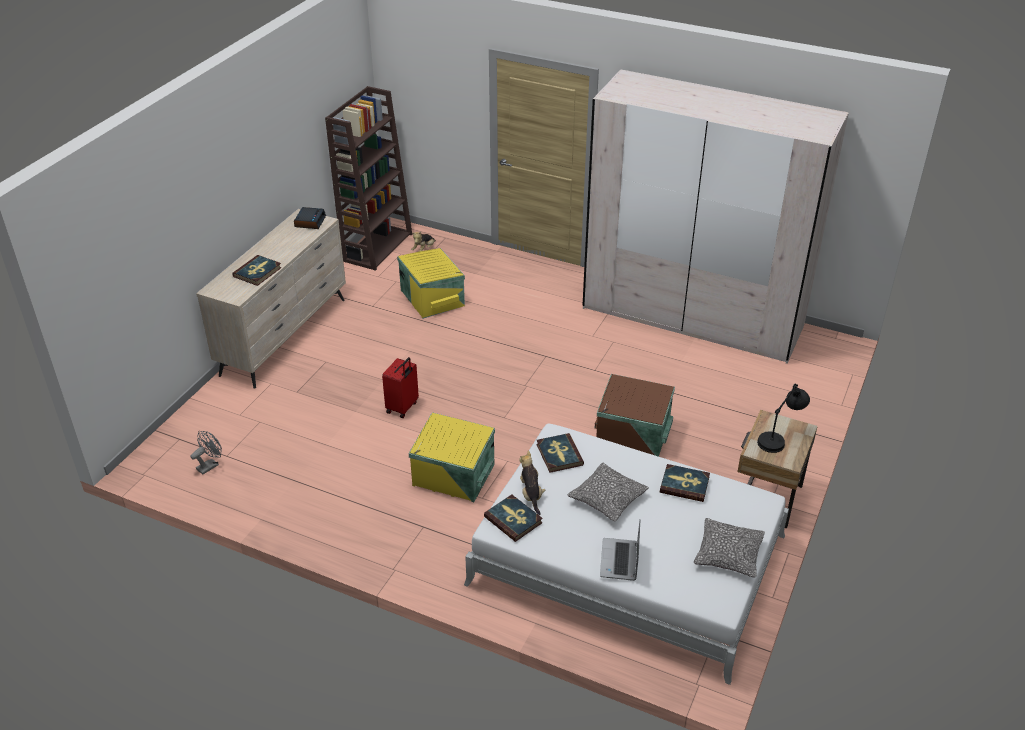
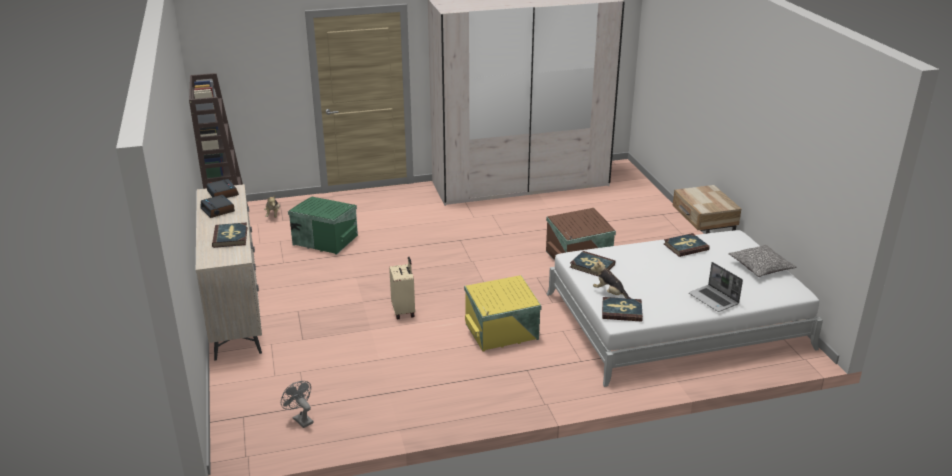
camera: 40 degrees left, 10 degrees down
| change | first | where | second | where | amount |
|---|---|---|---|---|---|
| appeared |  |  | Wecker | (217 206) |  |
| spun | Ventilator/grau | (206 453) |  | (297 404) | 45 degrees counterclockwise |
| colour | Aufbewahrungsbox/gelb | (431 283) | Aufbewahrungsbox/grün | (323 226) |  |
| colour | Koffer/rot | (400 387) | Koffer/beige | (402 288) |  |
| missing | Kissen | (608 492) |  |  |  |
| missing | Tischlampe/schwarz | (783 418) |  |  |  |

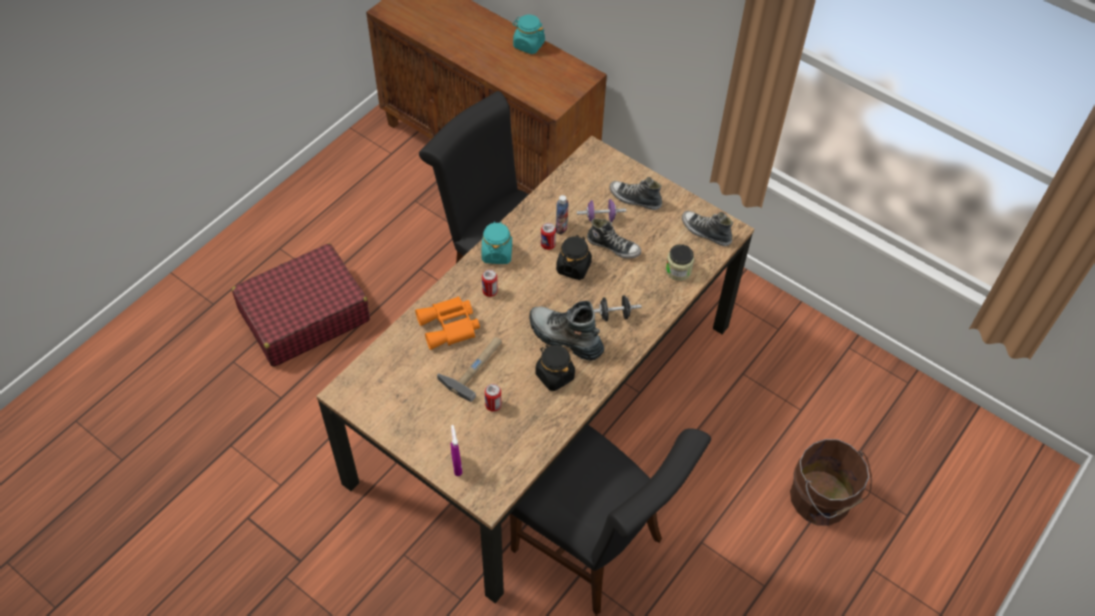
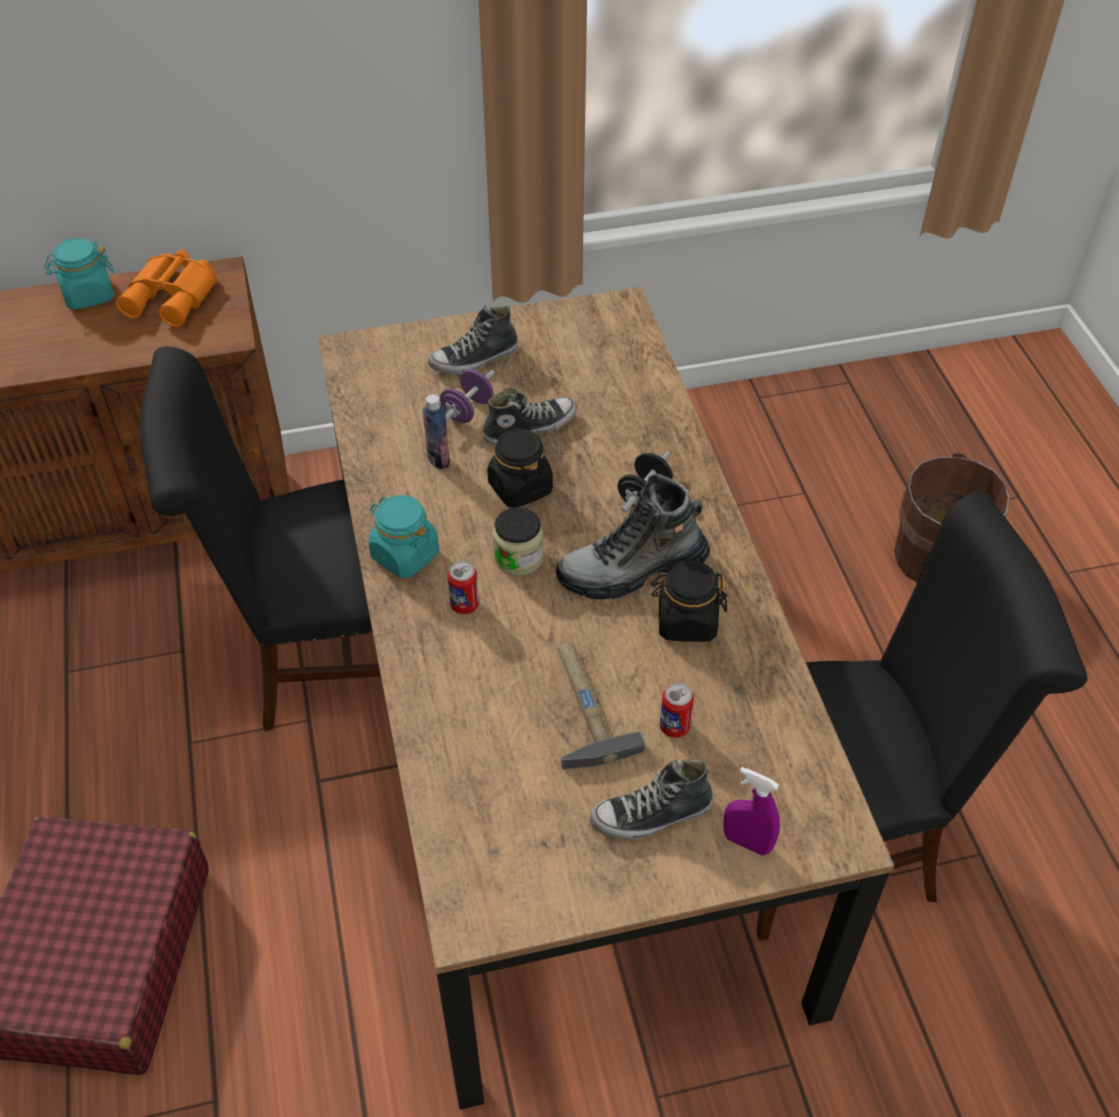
camera: 50 degrees left, 5 degrees down
| change | first | where | second | where | amount |
|---|---|---|---|---|---|
| relocated | Fernglas/orange | (447 323) |  | (167 288) |  |
| relocated | Vorratsglas | (680 262) |  | (518 541) |  |
| relocated | Schuh | (707 228) |  | (651 800) |  |
| missing | Dose | (548 236) |  |  |  |

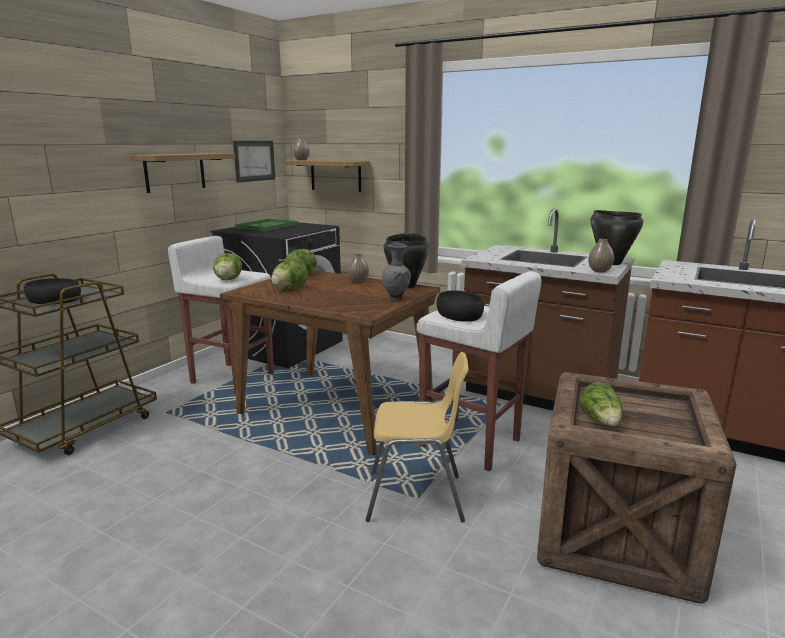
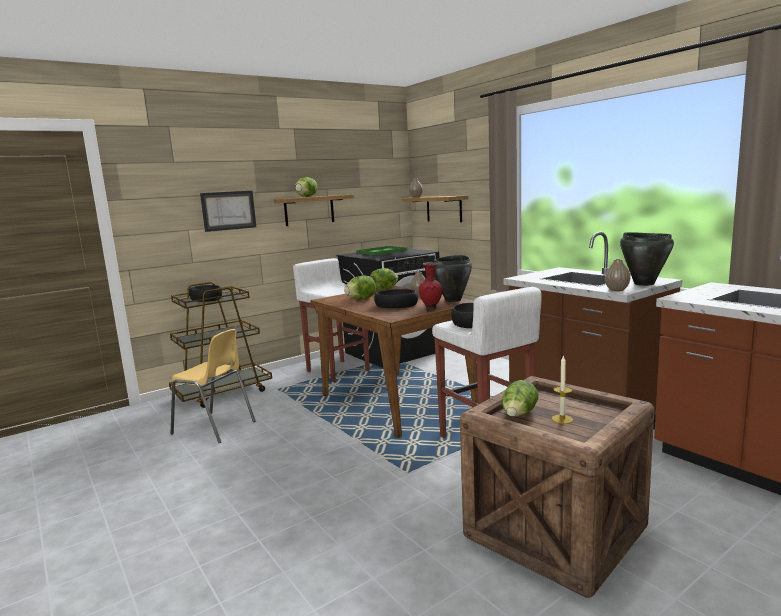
camera: 25 degrees right, 5 degrees down
| change | first | where | second | where | amount |
|---|---|---|---|---|---|
| relocated | Stuhl/gelb | (417 437) |  | (213 386) |  |
| relocated | Bild | (254 162) |  | (228 211) |  |
| relocated | Salatkopf | (227 266) |  | (306 187) |  |
| appeared |  |  | Schüssel/schwarz | (396 298) |  |
| colour | Vase/grau | (396 271) | Vase/rot | (431 285) |  |
| appeared |  |  | Kerze | (562 389) |  |

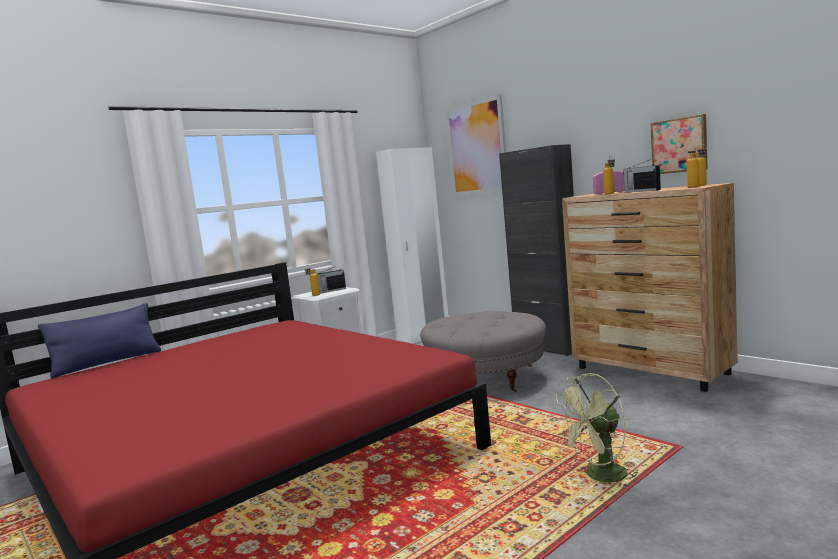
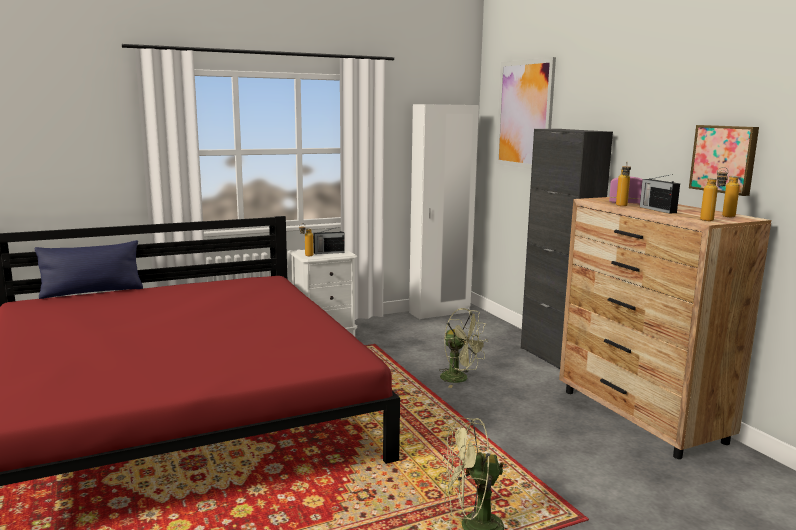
camera: 15 degrees right, 5 degrees up
| change | first | where | second | where | amount |
|---|---|---|---|---|---|
| exchanged | Polsterhocker/grau | (483 351) | Ventilator/grün | (463 348) |  |

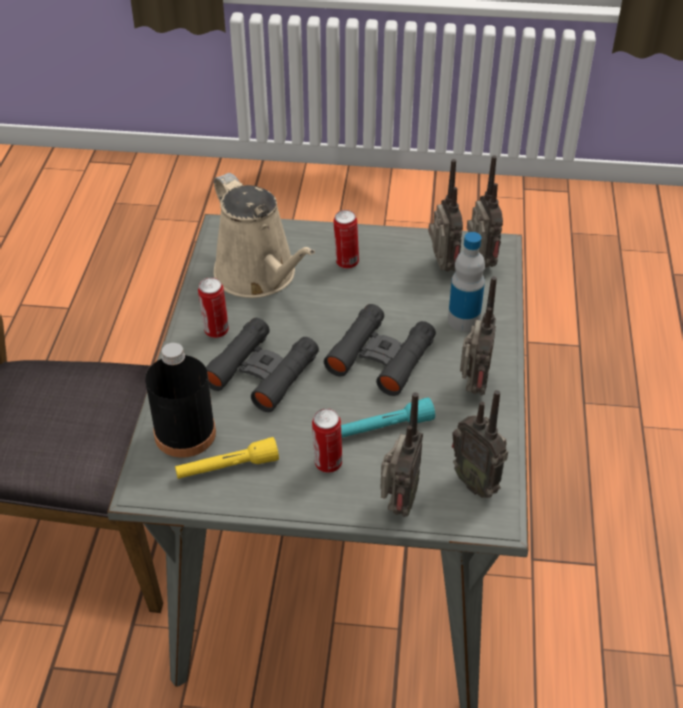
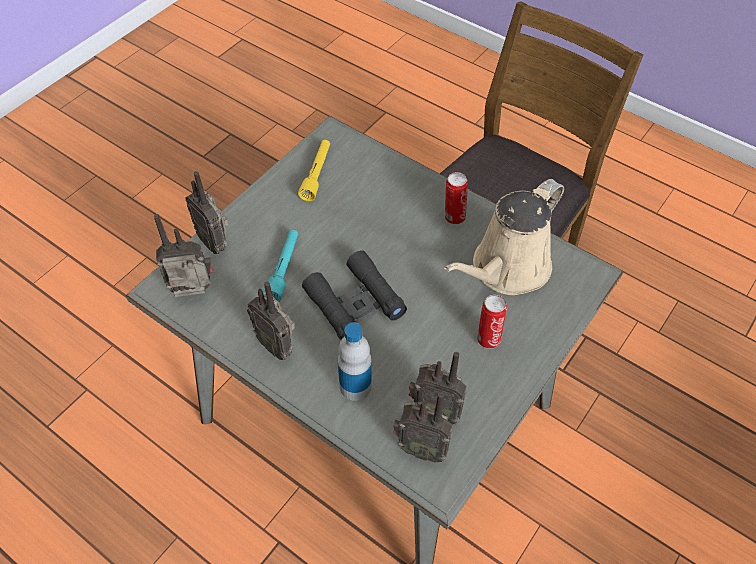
camera: 120 degrees right, 10 degrees up
| change | first | where | second | where | amount |
|---|---|---|---|---|---|
| spun | Gießkanne/beige | (264 235) |  | (504 237) | 45 degrees counterclockwise |
| missing | Flasche/schwarz | (180 400) |  |  |  |
| missing | Fernglas/schwarz | (262 365) |  |  |  |
| missing | Dose | (327 441) |  |  |  |

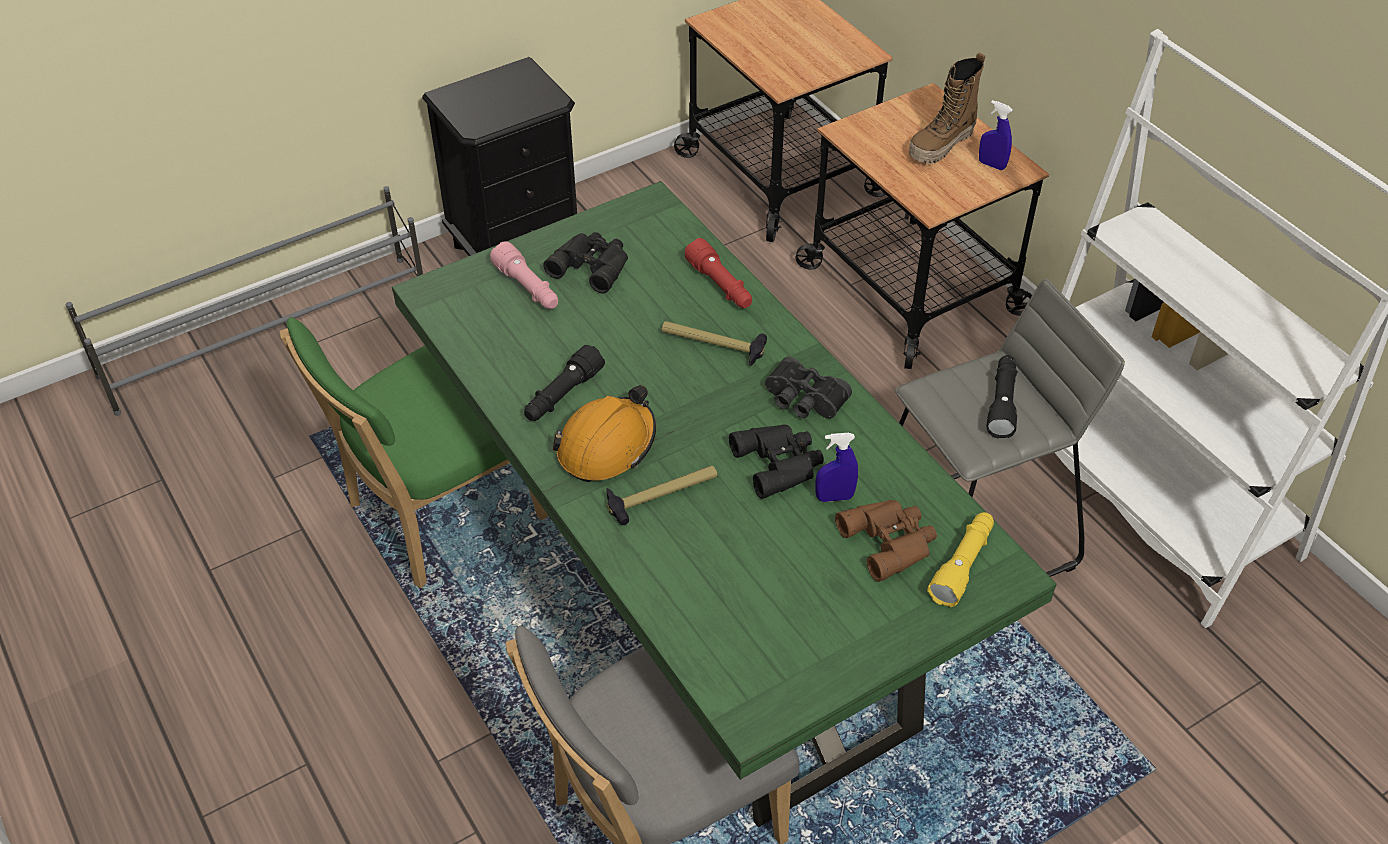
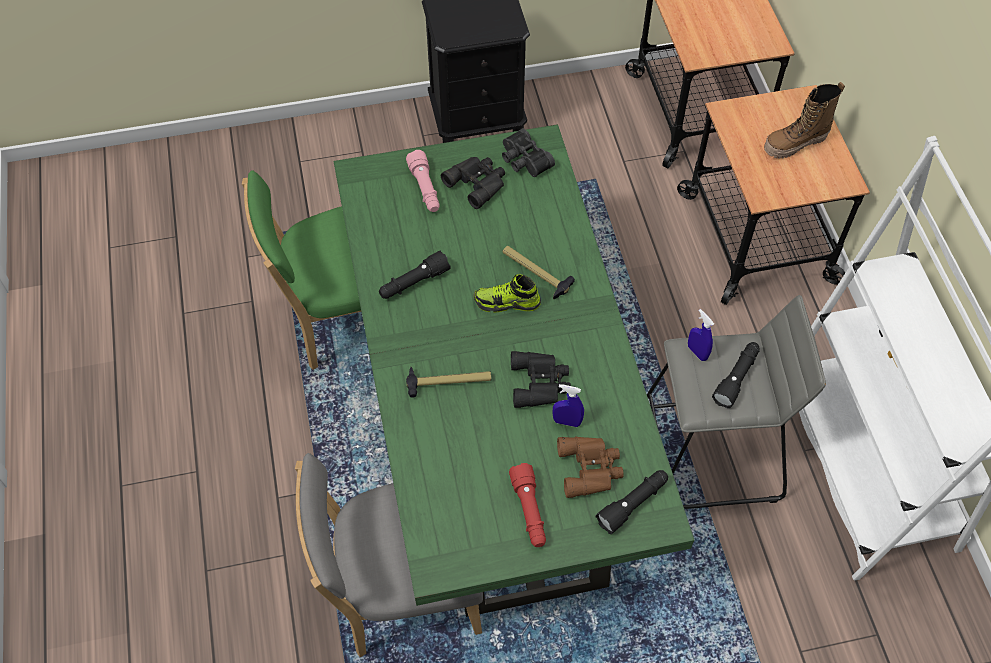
camera: 20 degrees right, 10 degrees up
| change | first | where | second | where | amount |
|---|---|---|---|---|---|
| appeared |  |  | Schuh | (507 293) |  |
| relocated | Fernglas/schwarz | (808 388) |  | (528 152) |  |
| relocated | Taschenlampe/rot | (718 273) |  | (527 505) |  |
| colour | Taschenlampe/gelb | (960 559) | Taschenlampe/schwarz | (632 502) |  |
| relocated | Sprühflasche/blau | (996 135) |  | (701 335) |  |
| missing | Schuhregal/grau | (244 301) |  |  |  |
| missing | Schutzhelm/orange | (604 433) |  |  |  |

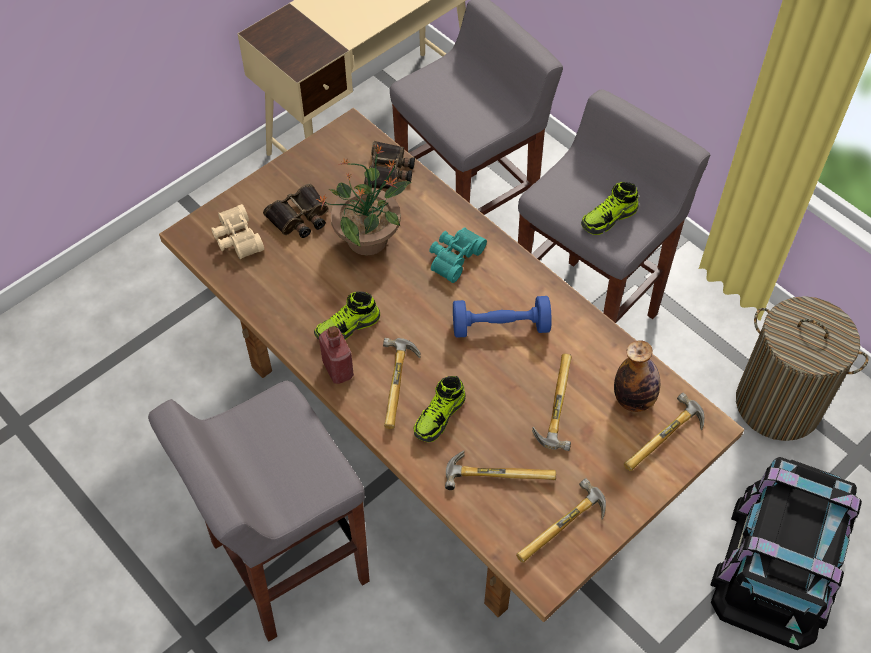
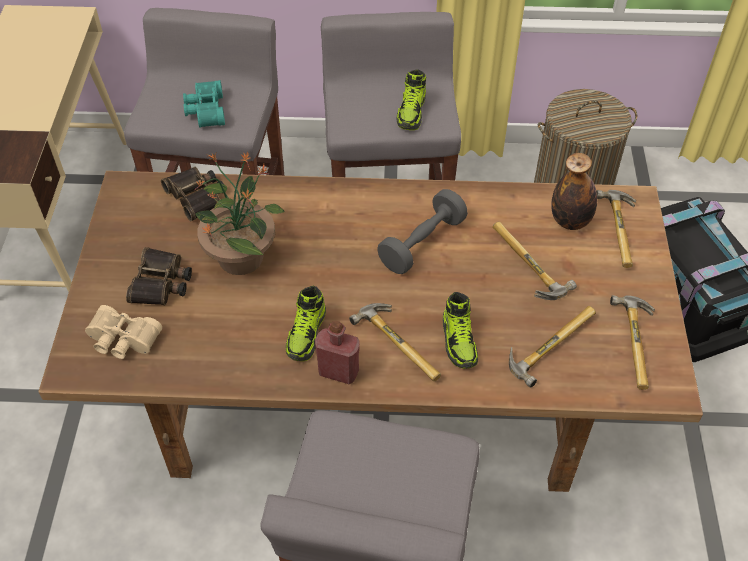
camera: 45 degrees left, 5 degrees down
| change | first | where | second | where | amount |
|---|---|---|---|---|---|
| relocated | Fernglas/türkis | (458 255) |  | (204 104) |  |
| colour | Hantel/blau | (502 317) | Hantel/grau | (422 231) |  |

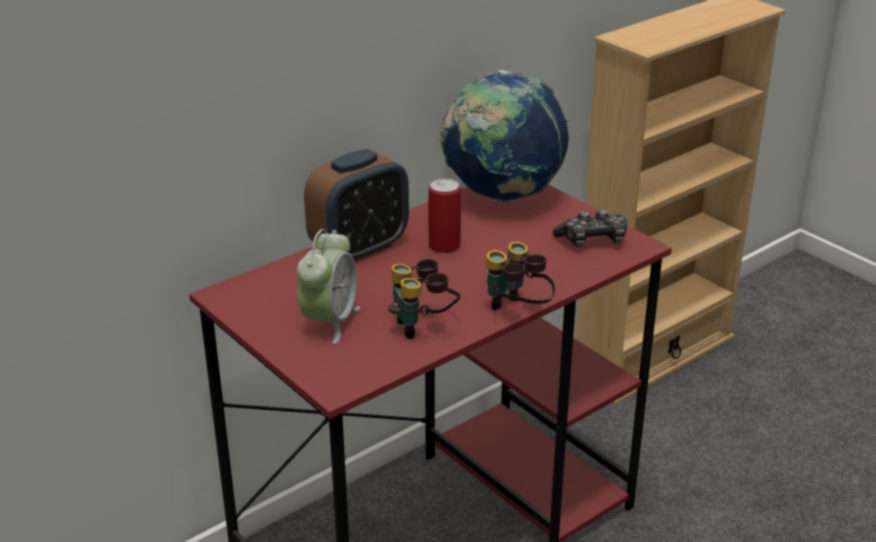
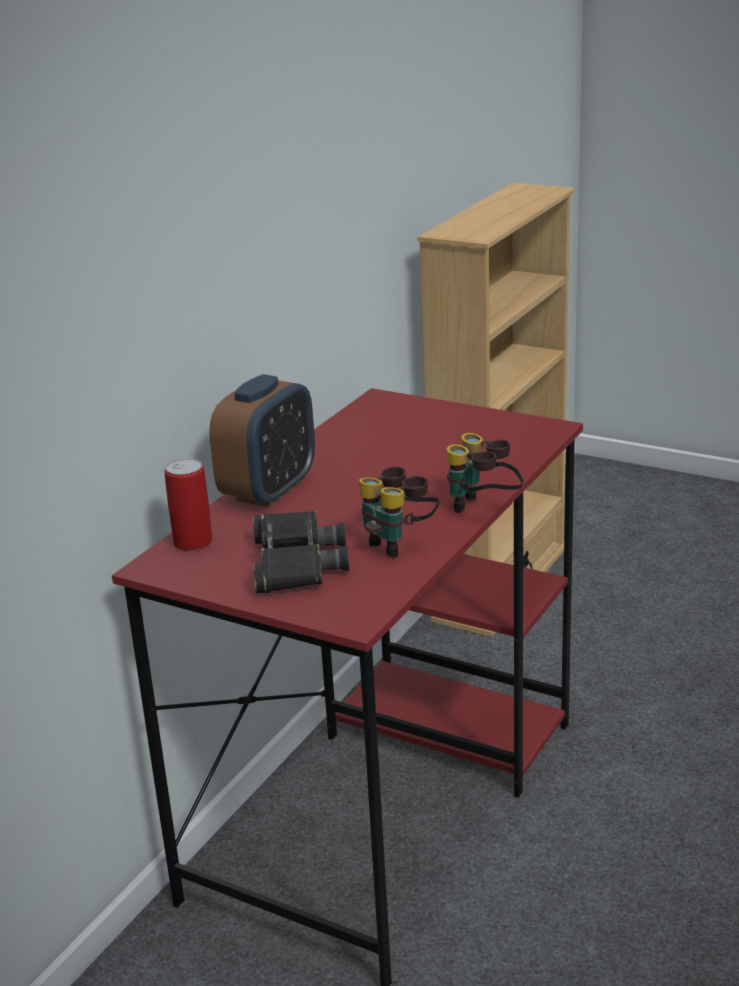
camera: 20 degrees left, 5 degrees down
| change | first | where | second | where | amount |
|---|---|---|---|---|---|
| relocated | Dose | (444 215) |  | (188 504) |  |
| exchanged | Wecker | (328 286) | Fernglas/schwarz | (301 552) |  |
| missing | Globus | (504 136) |  |  |  |
| missing | Gamepad | (590 228) |  |  |  |

